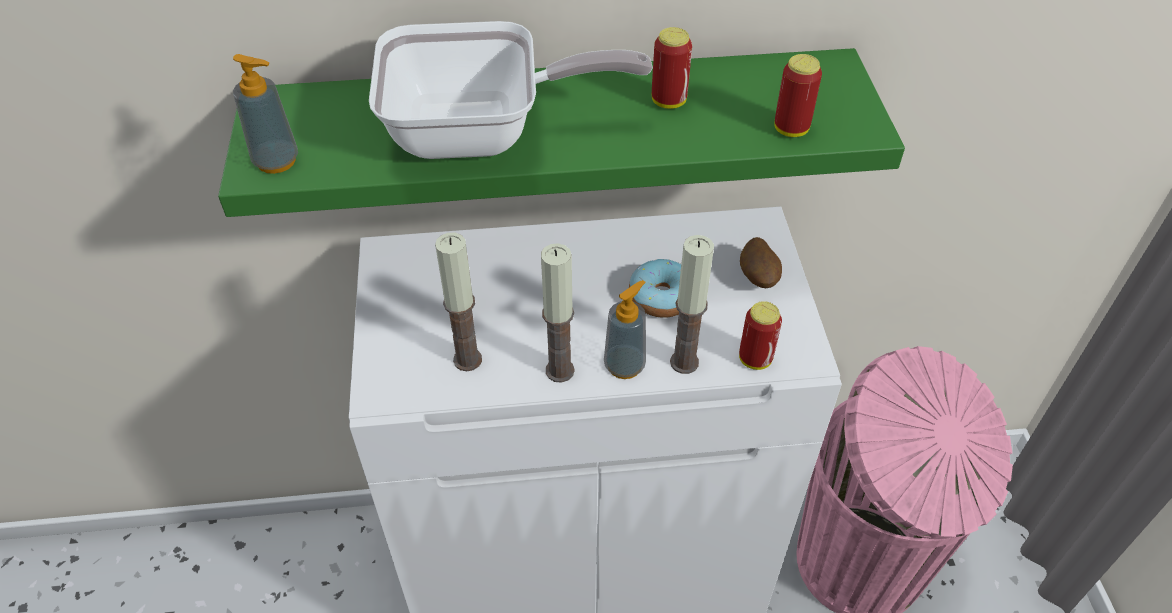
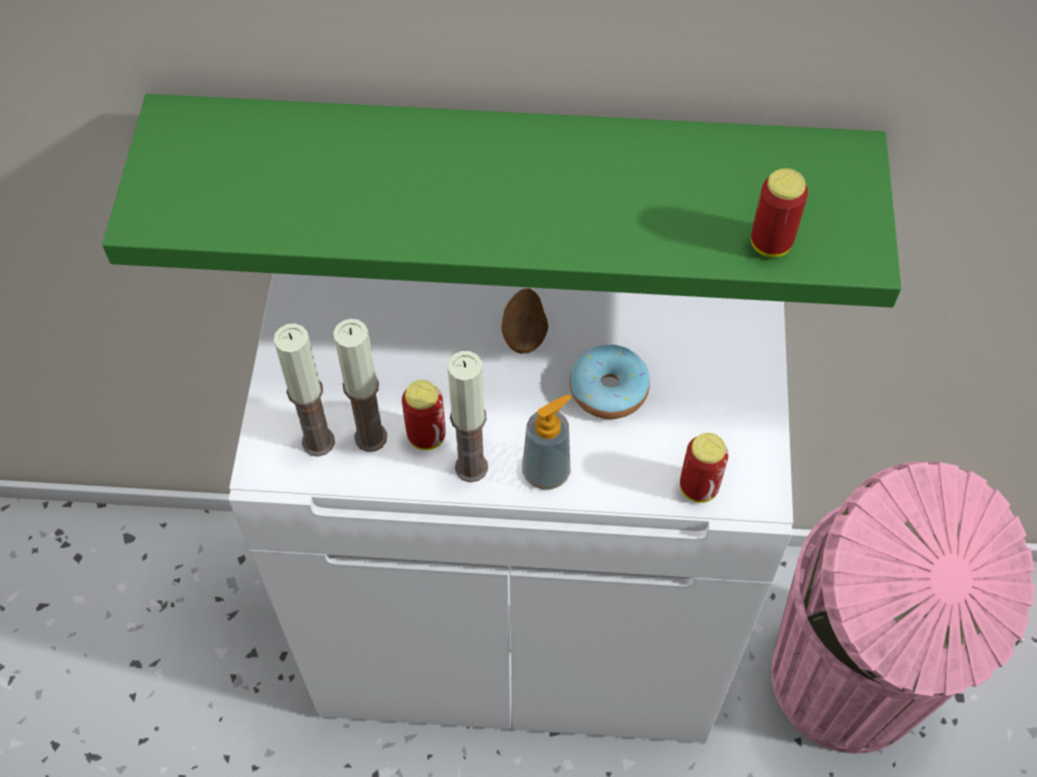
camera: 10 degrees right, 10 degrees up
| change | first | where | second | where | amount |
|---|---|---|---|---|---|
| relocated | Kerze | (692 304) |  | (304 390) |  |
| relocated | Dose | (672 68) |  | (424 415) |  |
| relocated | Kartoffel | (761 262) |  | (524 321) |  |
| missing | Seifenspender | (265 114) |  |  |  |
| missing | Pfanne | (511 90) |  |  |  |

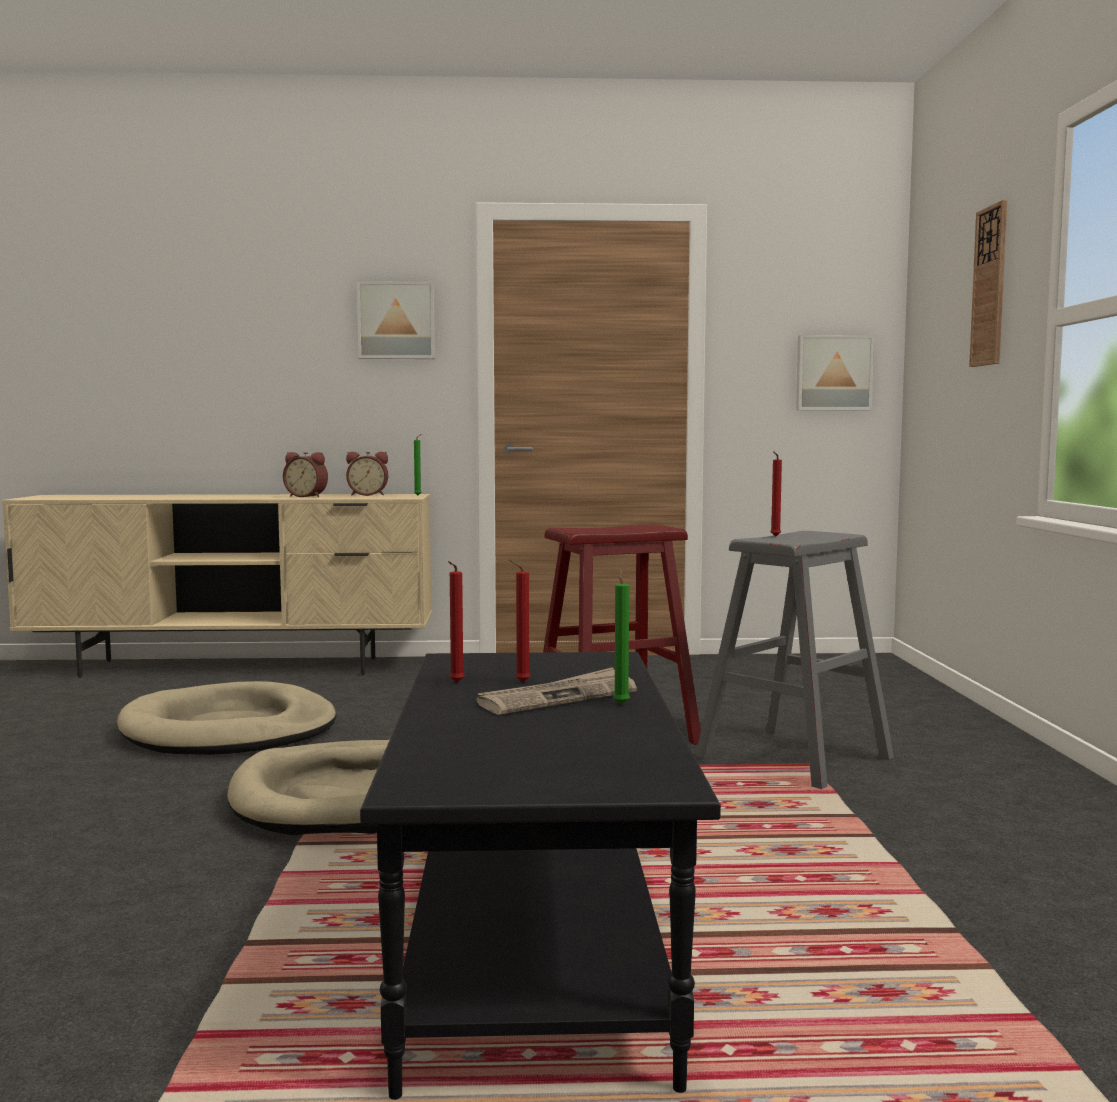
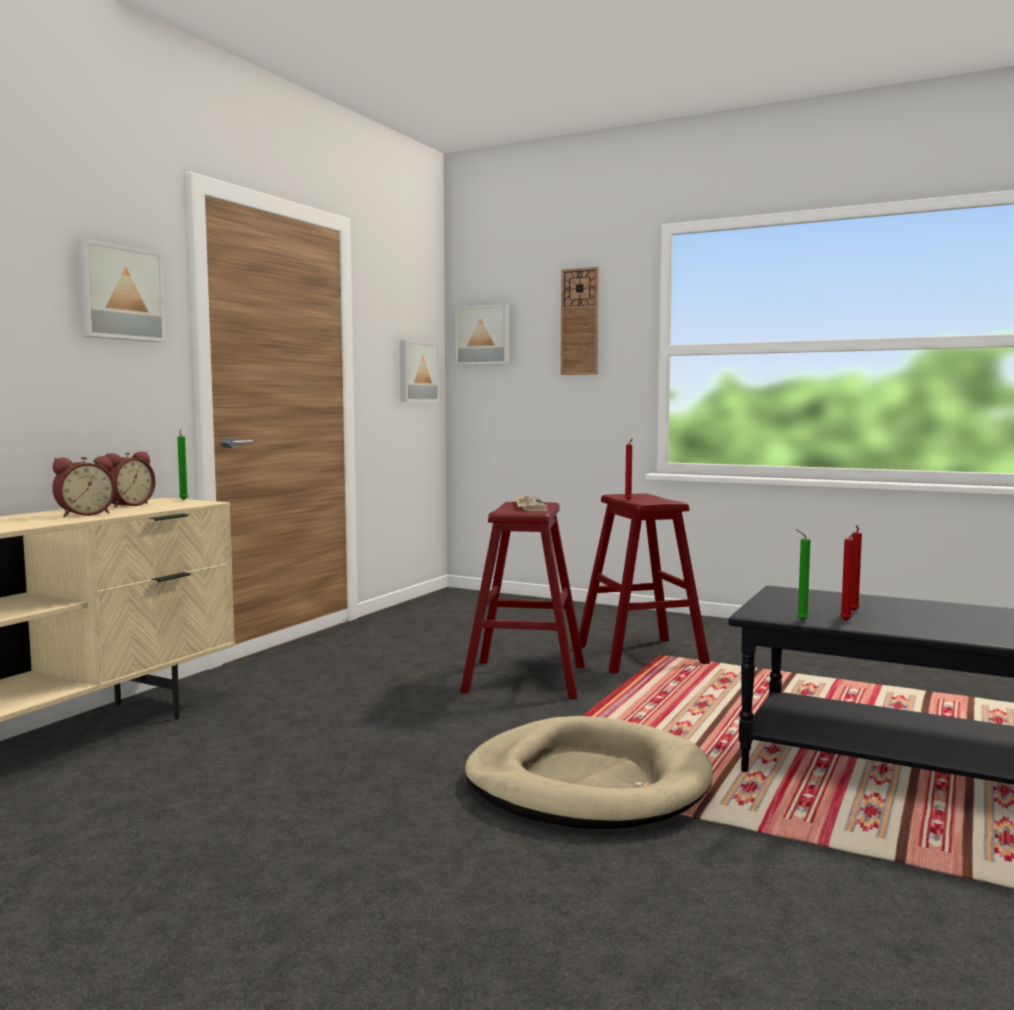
camera: 60 degrees left, 0 degrees up
| change | first | where | second | where | amount |
|---|---|---|---|---|---|
| appeared |  |  | Bild | (482 334) |  |
| relocated | Zeitung | (557 691) |  | (532 502) |  |
| colour | Hocker/grau | (794 660) | Hocker/rot | (644 583) |  |
| relocated | Kerze/grün | (621 637) |  | (803 575) |  |
| missing | Hundebett/beige | (226 718) |  |  |  |

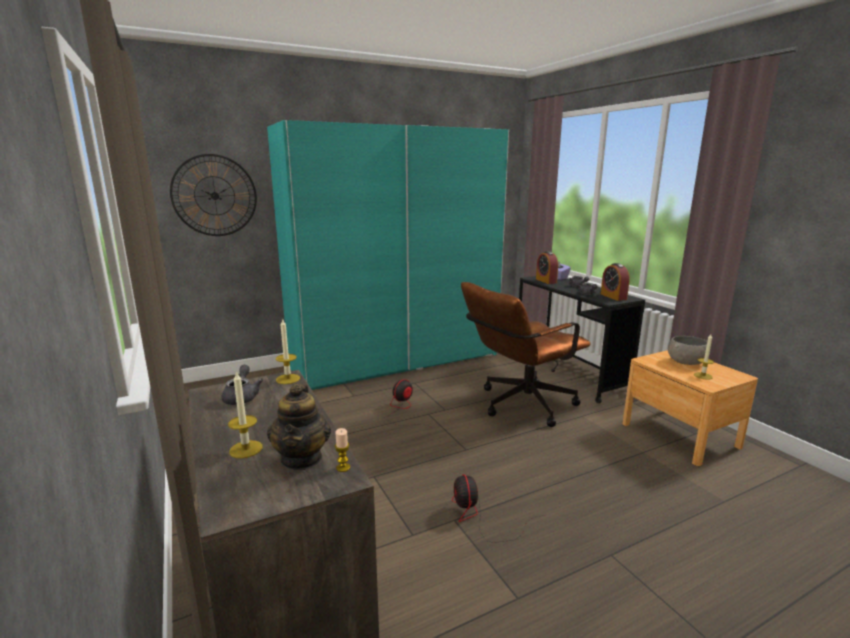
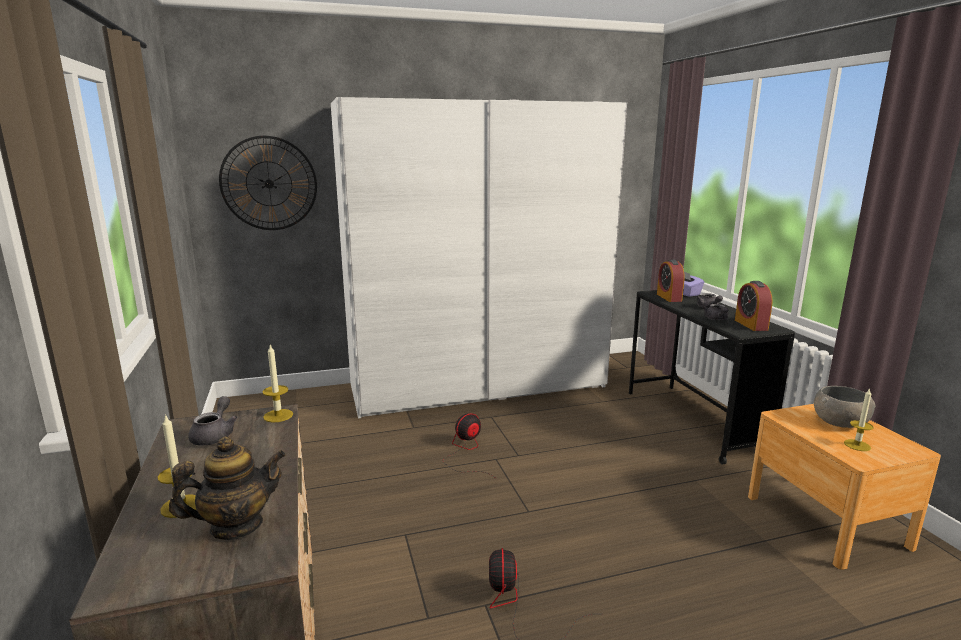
camera: 10 degrees right, 0 degrees up
| change | first | where | second | where | amount |
|---|---|---|---|---|---|
| spun | Teekanne | (299 427) |  | (227 488) | 120 degrees counterclockwise |
| colour | Kleiderschrank/türkis | (388 255) | Kleiderschrank/weiß | (479 258) |  |
| missing | Kerze | (342 450) |  |  |  |
| missing | Bürostuhl/braun | (526 354) |  |  |  |

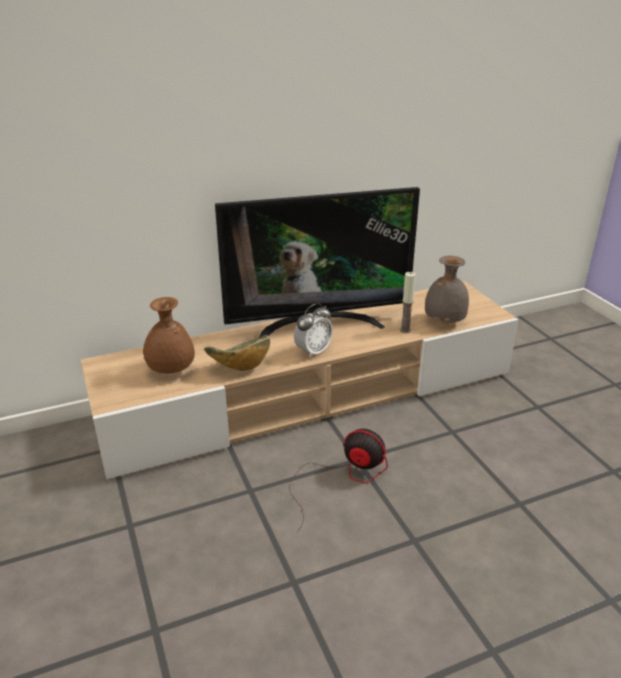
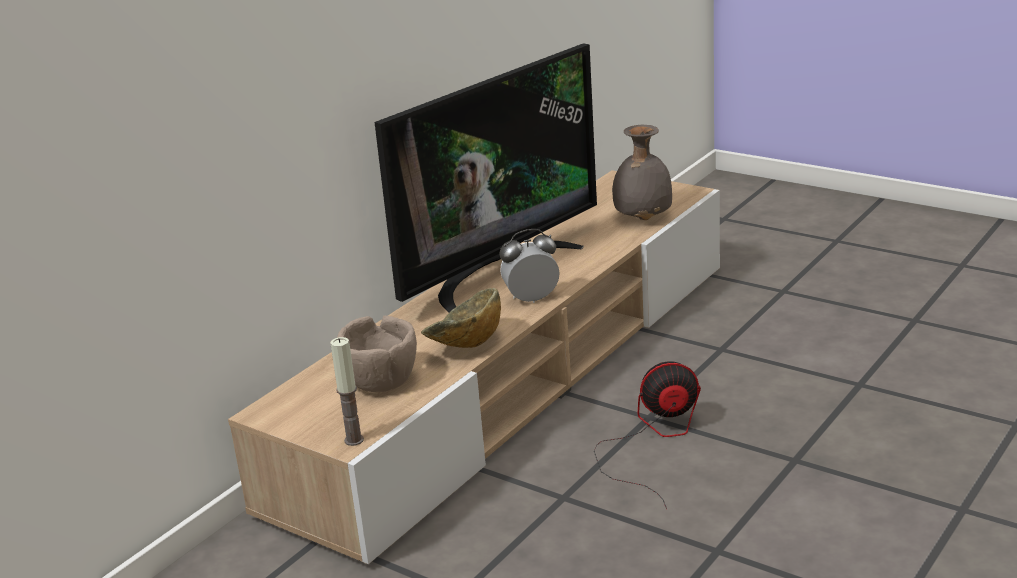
camera: 30 degrees left, 5 degrees down
| change | first | where | second | where | amount |
|---|---|---|---|---|---|
| relocated | Kerze | (408 302) |  | (347 391) |  |
| exchanged | Vase/braun | (169 335) | Schüssel/braun | (377 354) |  |
| spun | Wecker | (313 330) |  | (529 266) | 120 degrees counterclockwise |

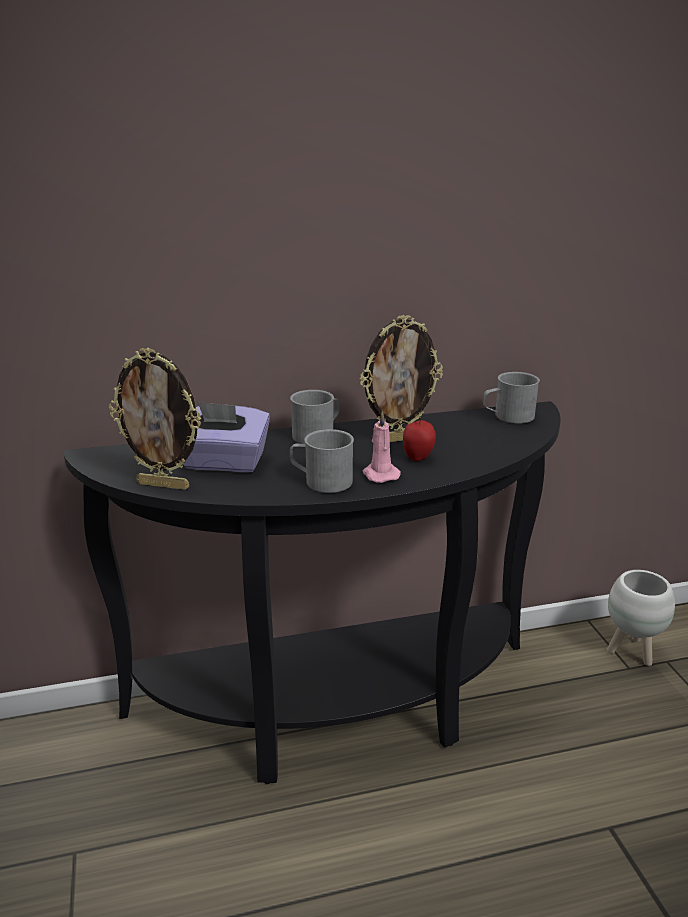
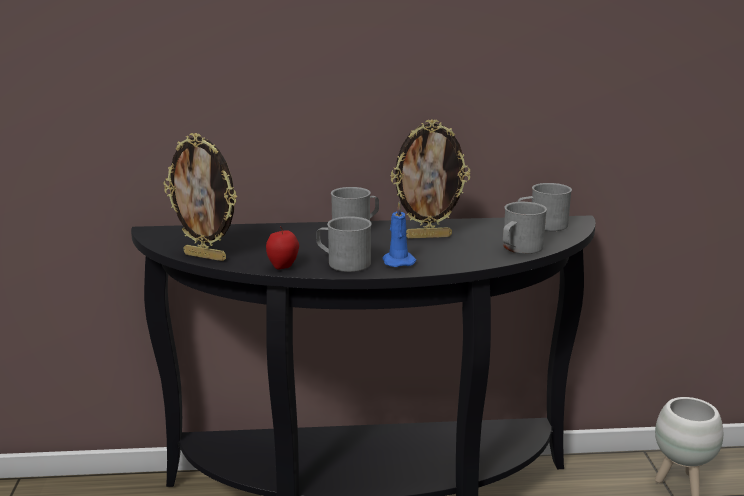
camera: 10 degrees right, 5 degrees down
| change | first | where | second | where | amount |
|---|---|---|---|---|---|
| relocated | Apfel | (419 440) |  | (282 248) |  |
| colour | Kerze/rosa | (382 447) | Kerze/blau | (399 234) |  |
| appeared |  |  | Henkelbecher/grau | (525 228) |  |
| missing | Taschentuchbox/lila | (226 437) |  |  |  |

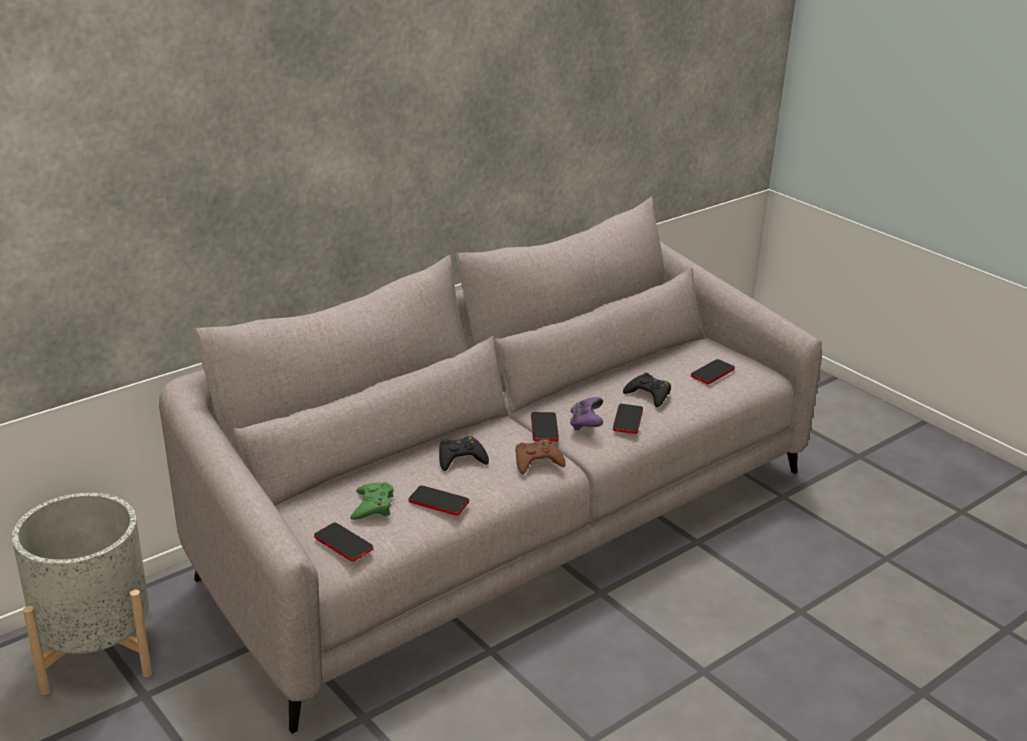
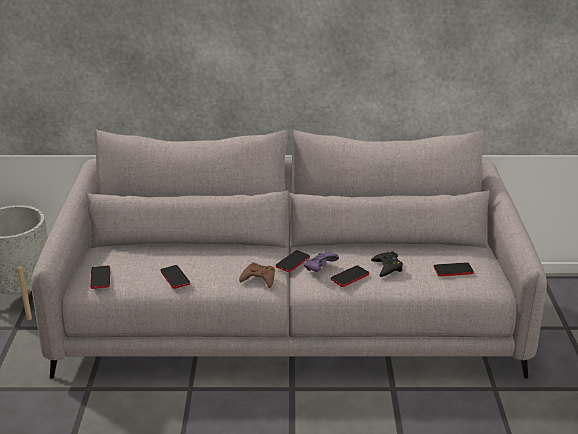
camera: 40 degrees right, 0 degrees up
| change | first | where | second | where | amount |
|---|---|---|---|---|---|
| missing | Gamepad/grün | (372 501) |  |  |  |
| missing | Gamepad/schwarz | (464 454) |  |  |  |

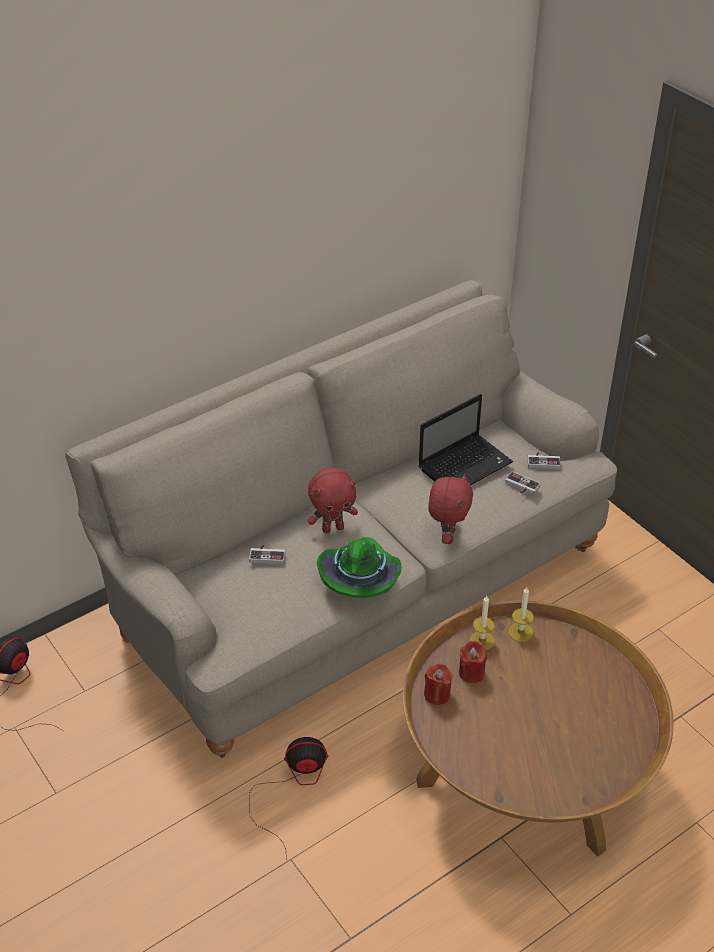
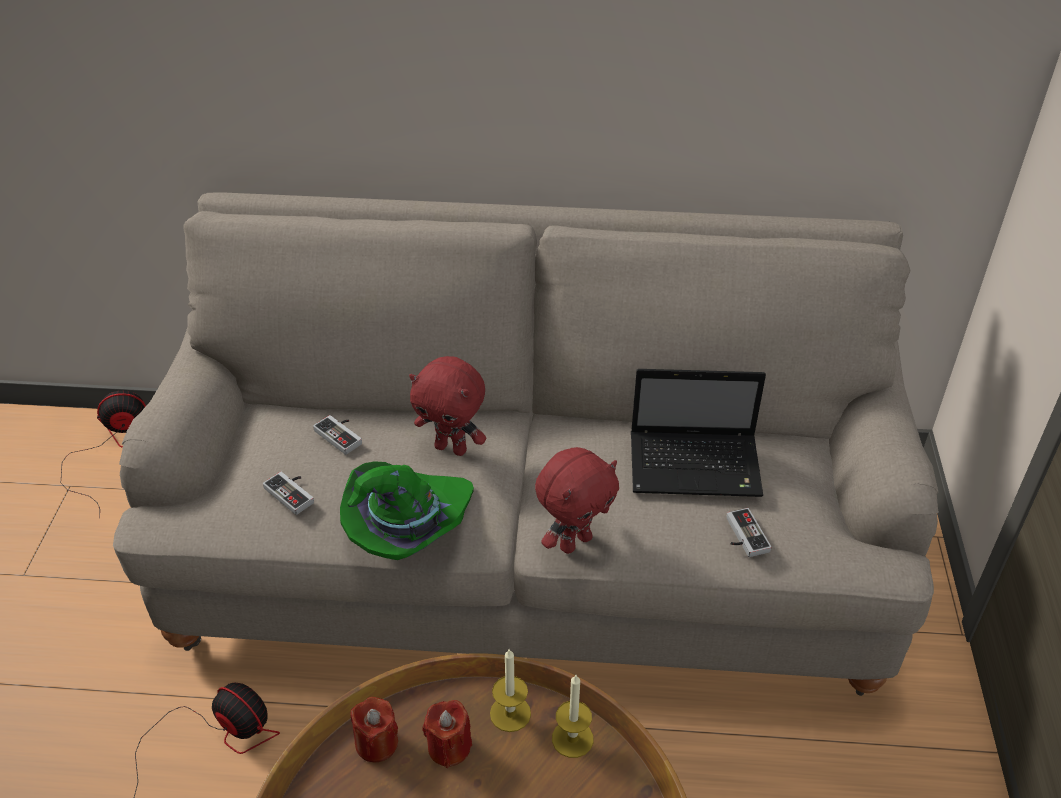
camera: 40 degrees right, 0 degrees up
| change | first | where | second | where | amount |
|---|---|---|---|---|---|
| relocated | Gamepad | (544 460) |  | (288 493) |  |

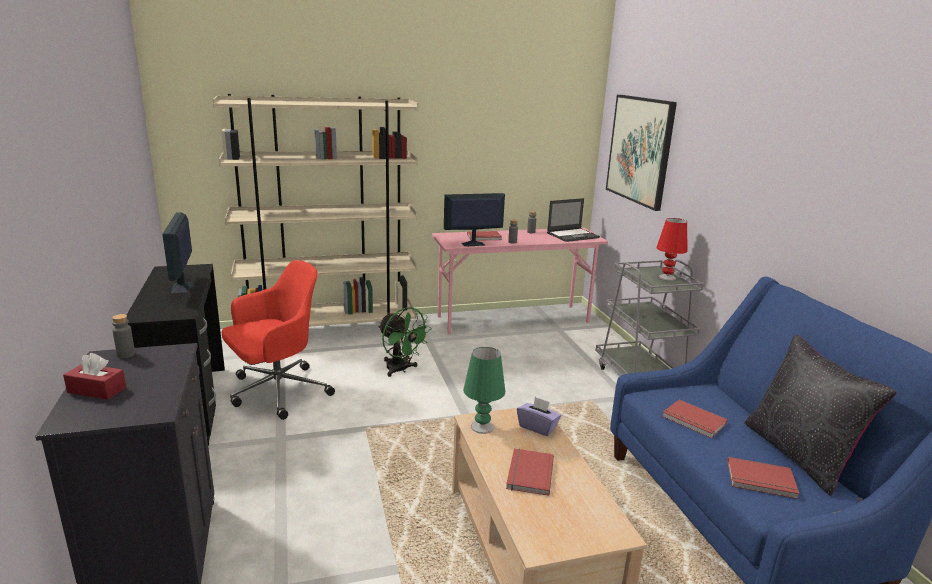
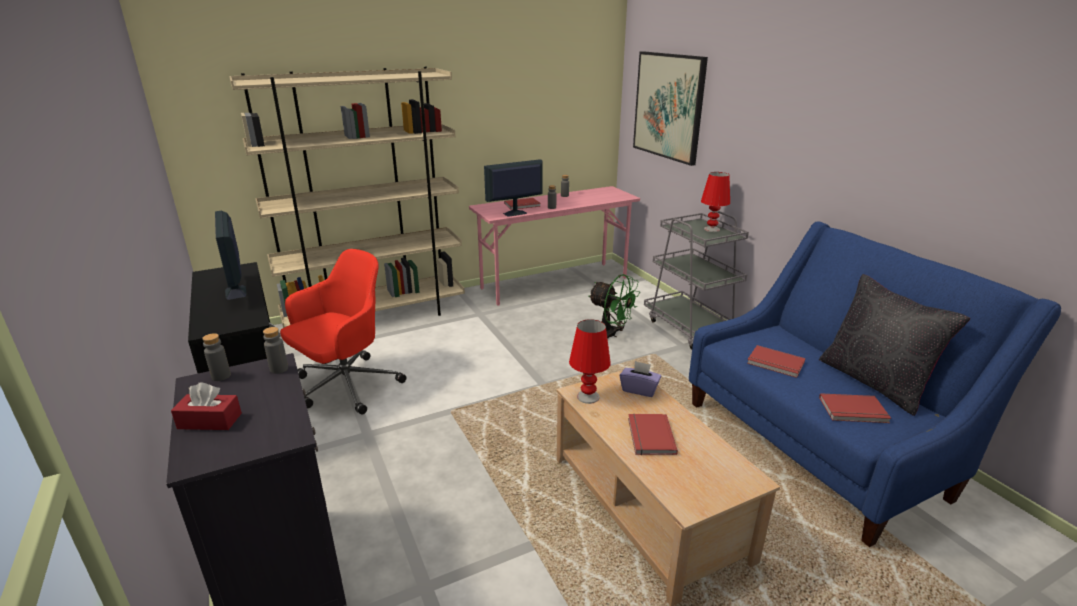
camera: 10 degrees left, 5 degrees up
| change | first | where | second | where | amount |
|---|---|---|---|---|---|
| appeared |  |  | Flasche/grau | (275 350) |  |
| colour | Tischlampe/grün | (484 390) | Tischlampe/rot | (590 361) |  |
| relocated | Ventilator/grün | (405 342) |  | (614 306) |  |
| missing | Laptop | (573 220) |  |  |  |

